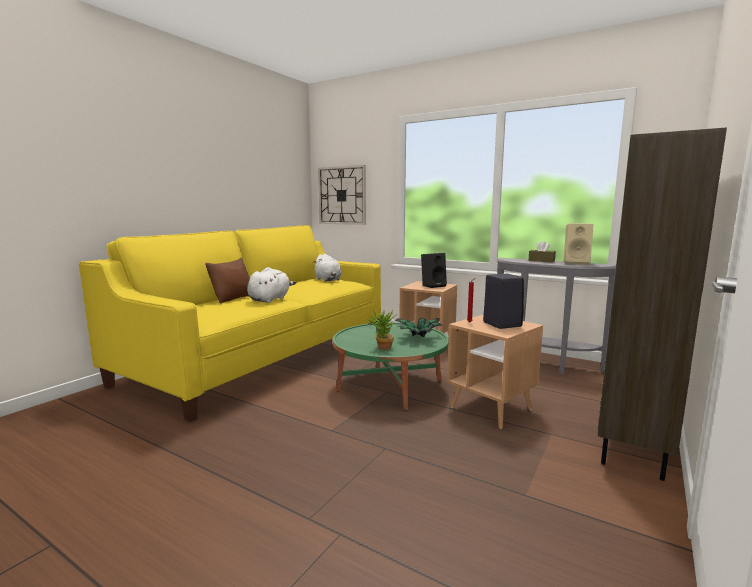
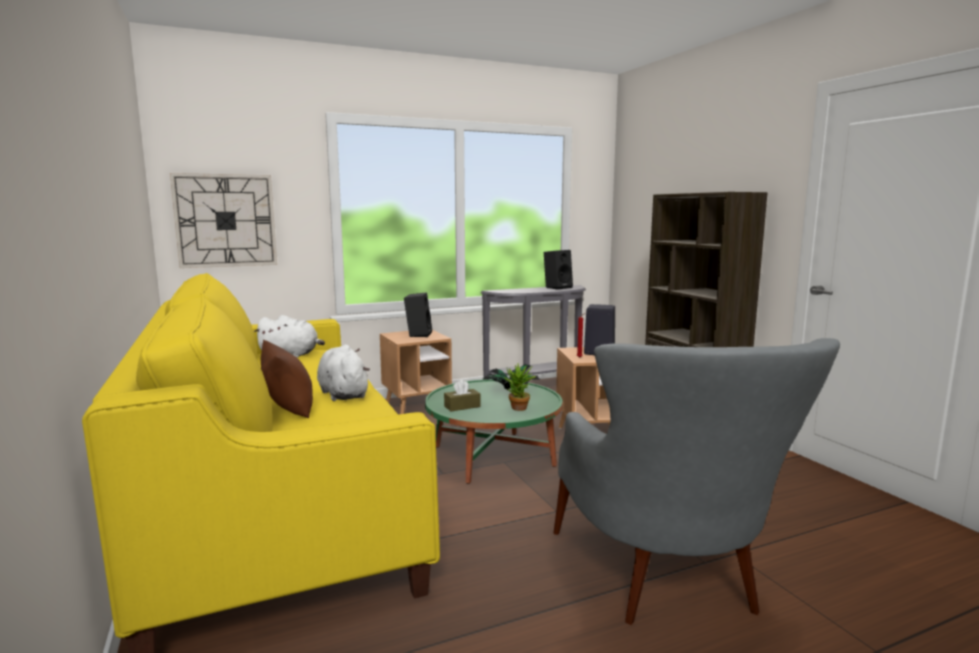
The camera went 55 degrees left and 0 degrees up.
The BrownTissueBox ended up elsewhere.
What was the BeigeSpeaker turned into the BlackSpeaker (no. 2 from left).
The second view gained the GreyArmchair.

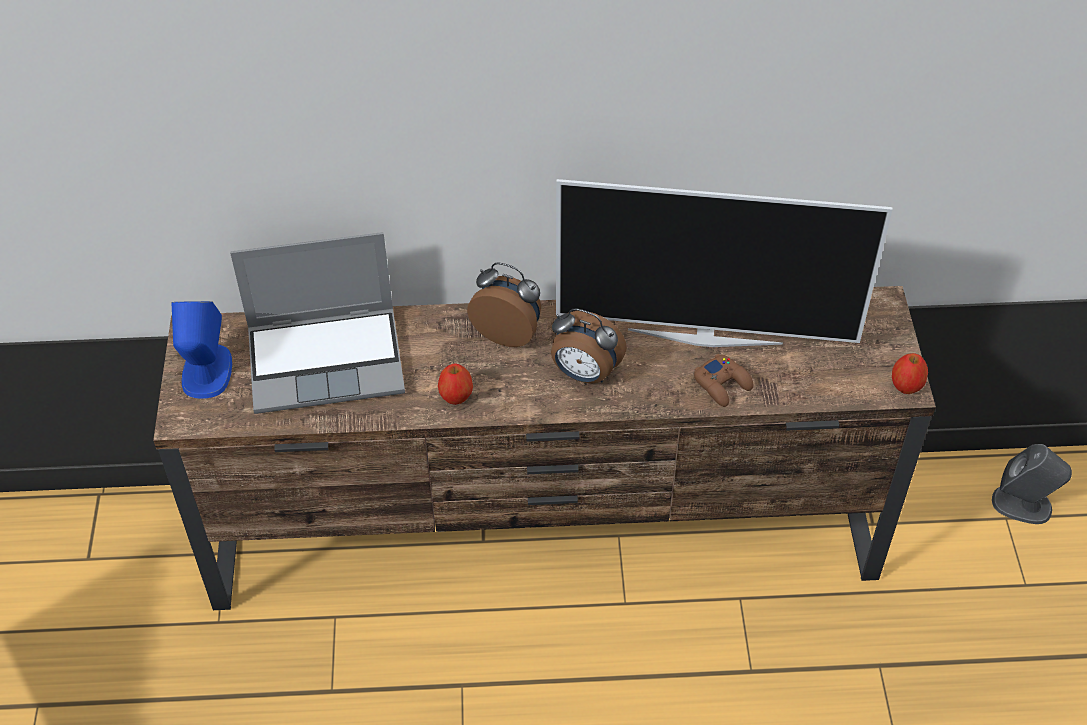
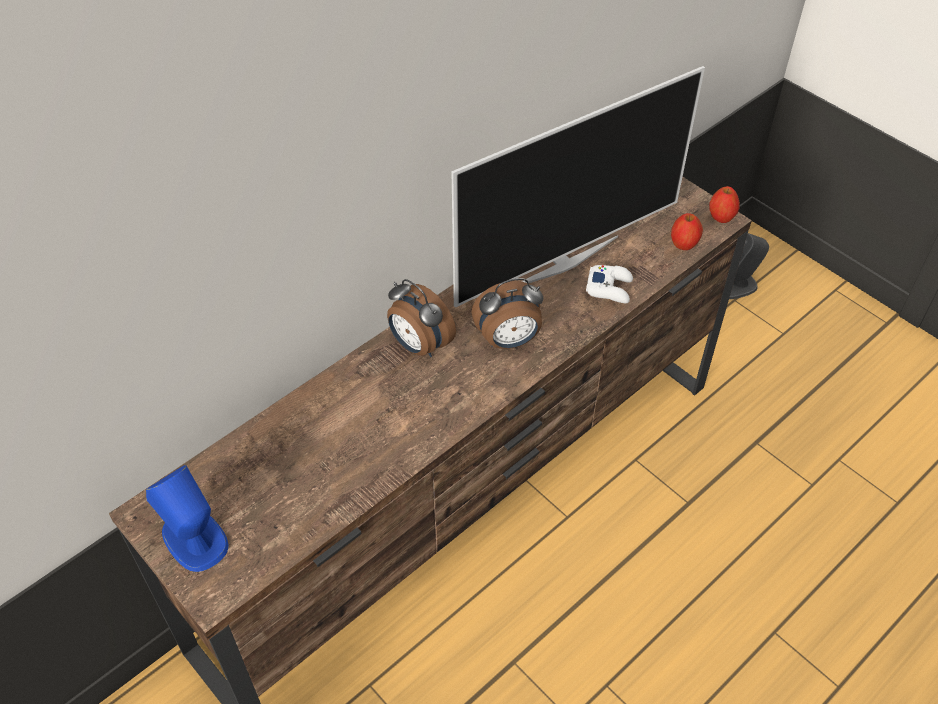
The camera went 40 degrees left and 0 degrees up.
The AlarmClock (no. 1 from left) ended up facing another way, 120 degrees counterclockwise from before.
What was the BrownGameController turned into the WhiteGameController.
The Apple (no. 1 from left) ended up elsewhere.
The second view lost the Laptop.

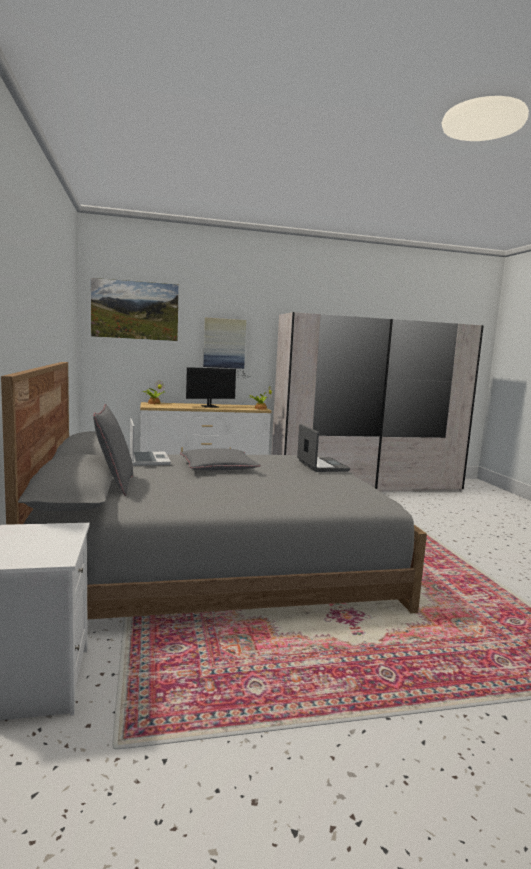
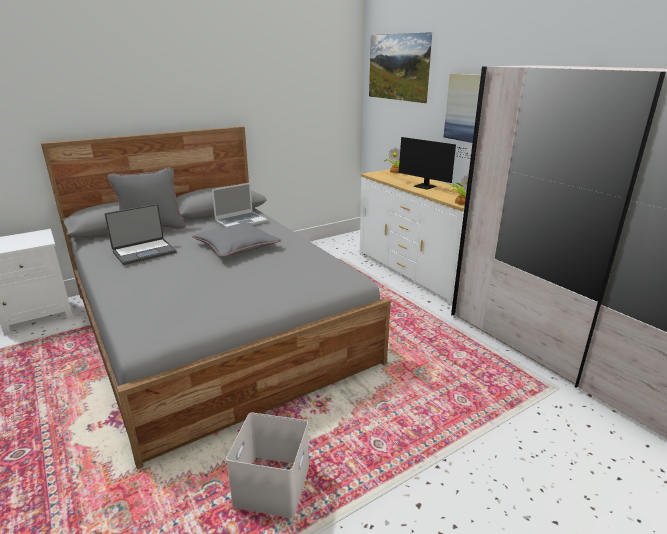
The camera went 70 degrees right and 15 degrees up.
The Laptop (no. 2 from left in the first image) ended up elsewhere.
The second view gained the WhiteStorageBox.

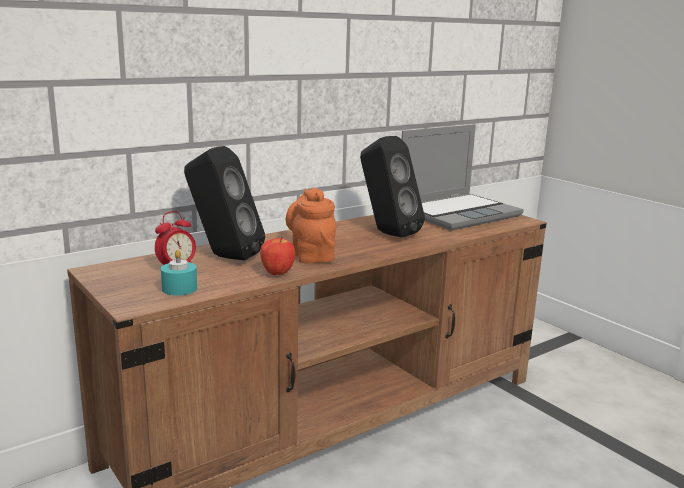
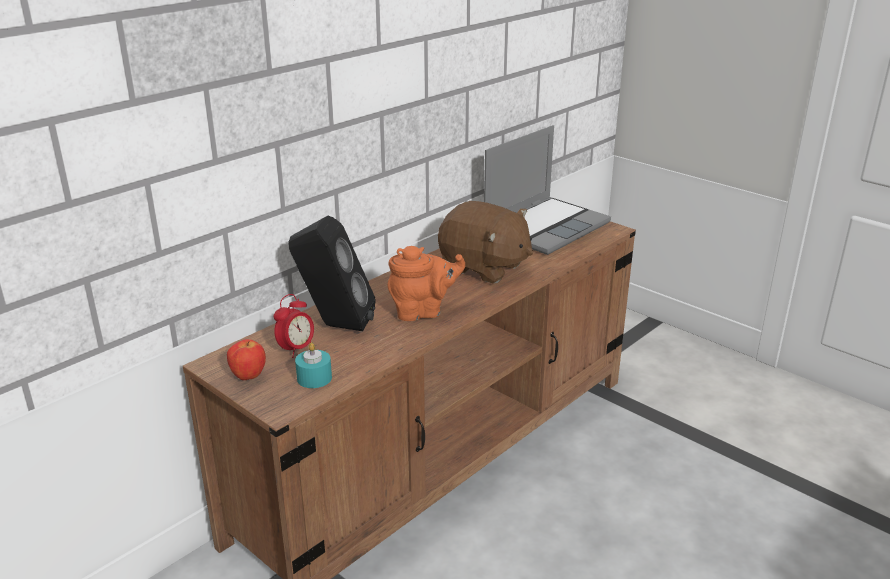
The camera went 10 degrees left and 10 degrees up.
The Apple ended up elsewhere.
The OrangeTeapot ended up facing another way, 105 degrees clockwise from before.
Where the BlackSpeaker (no. 2 from left) stood, the BrownPlushToy came to stand.

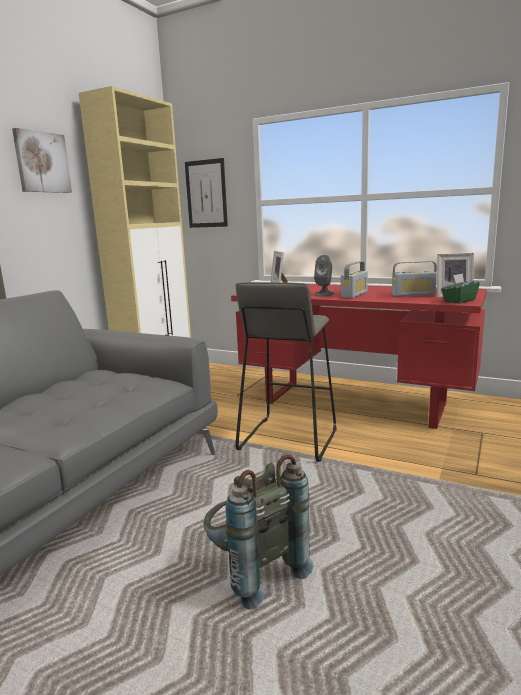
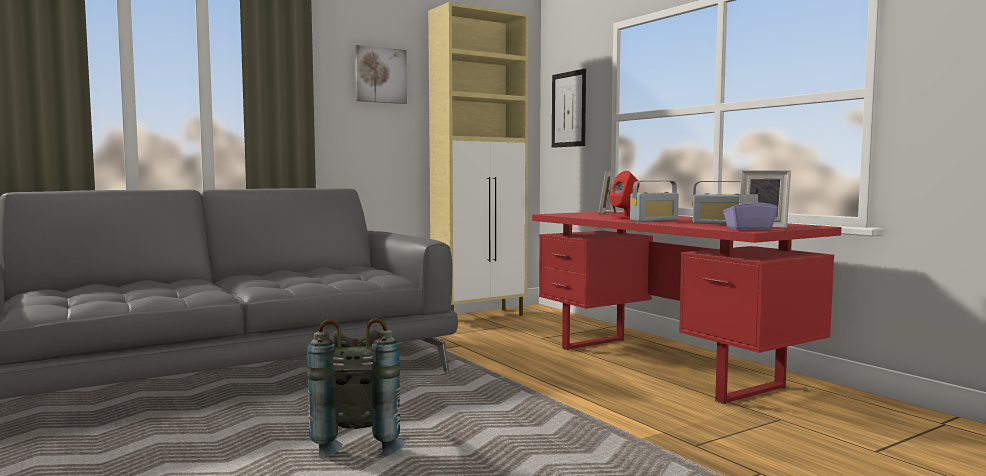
The camera went 30 degrees right and 10 degrees down.
What was the GreySpeaker turned into the RedSpeaker.
What was the GreenTissueBox turned into the PurpleTissueBox.
The second view lost the GreyStool.

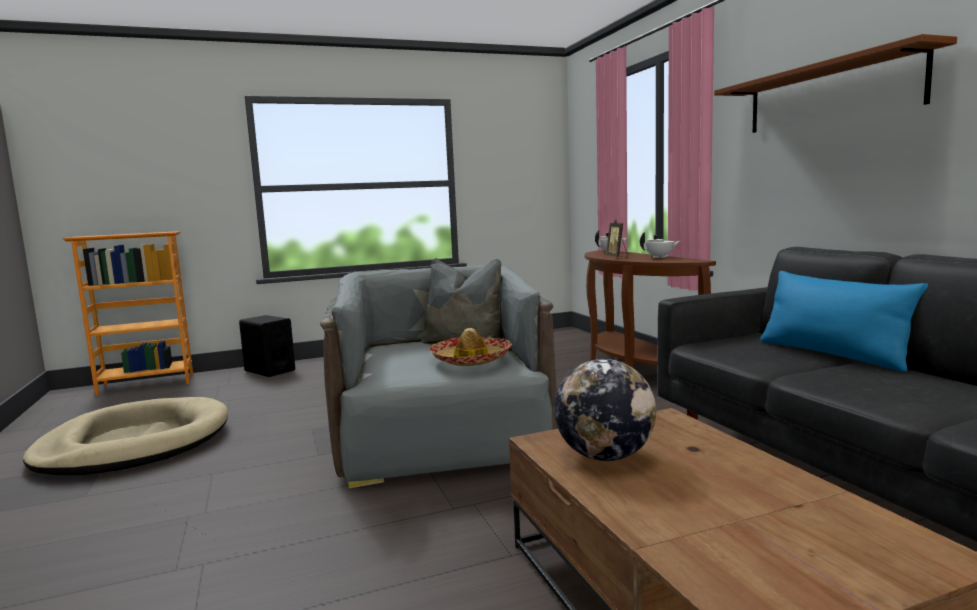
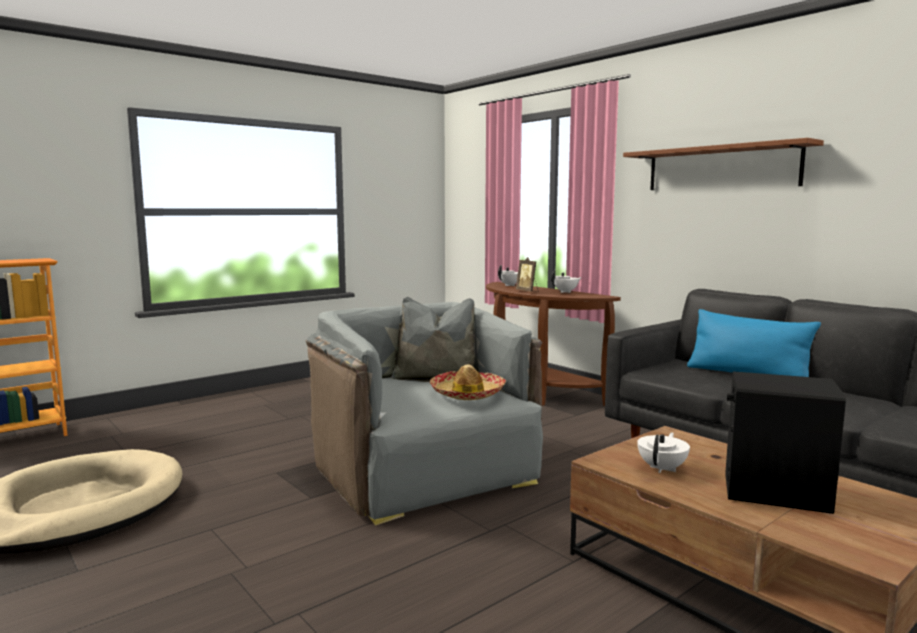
The camera went 20 degrees left and 0 degrees up.
Where the Globe stood, the WhiteTeapot (no. 3 from left) came to stand.
The BlackSpeaker ended up elsewhere.

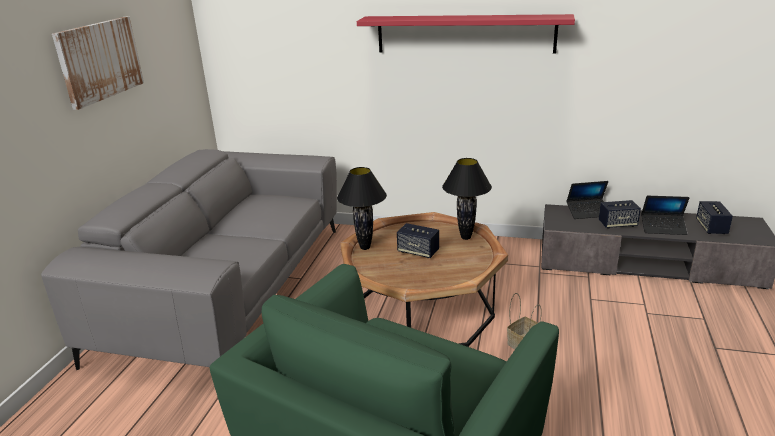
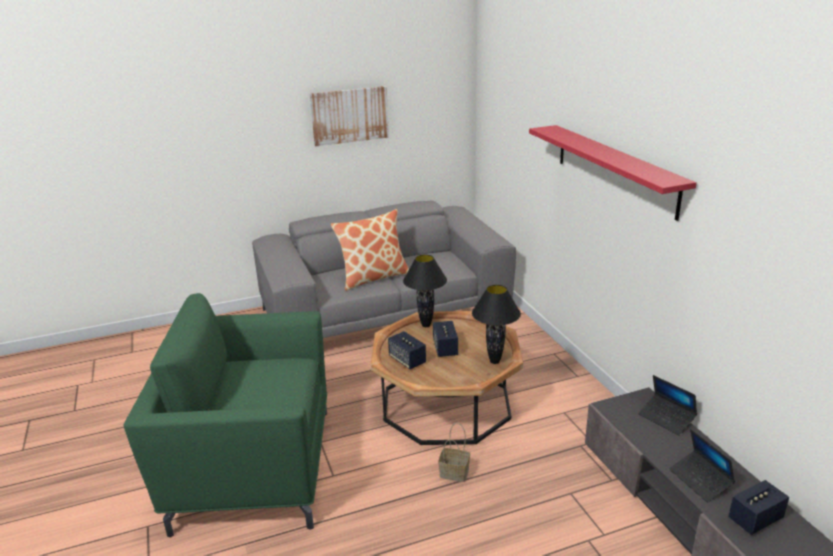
The camera went 55 degrees right and 0 degrees up.
The second view gained the Pillow.
The Speaker (no. 2 from left in the first image) ended up elsewhere.

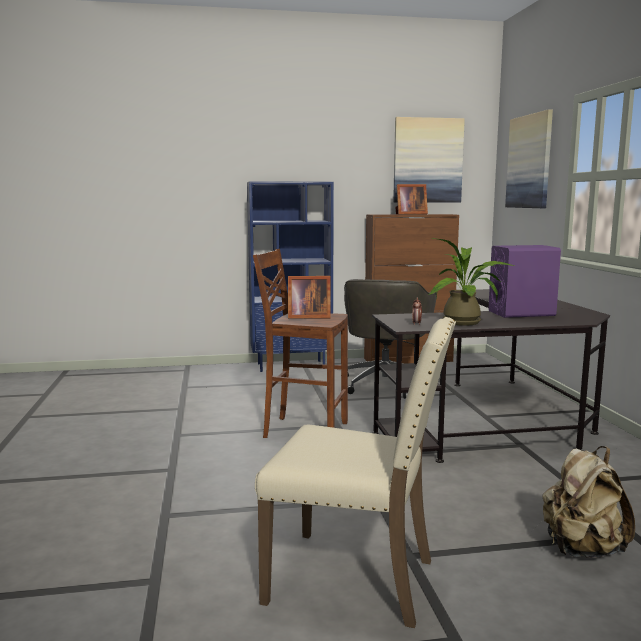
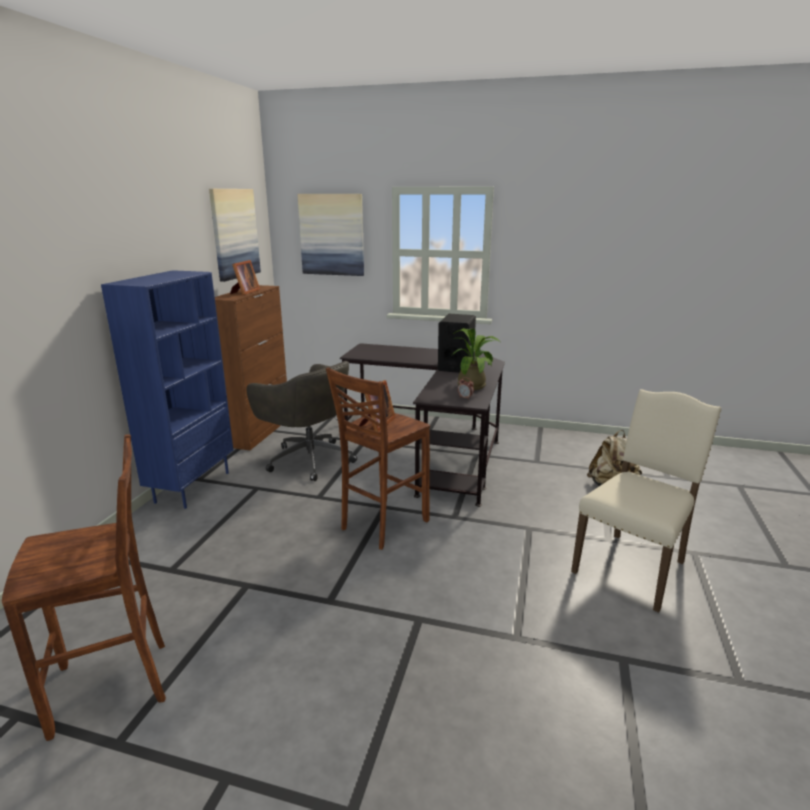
The camera went 65 degrees left and 10 degrees up.
The second view gained the BrownStool (no. 1 from left).
What was the PurpleSpeaker turned into the BlackSpeaker.

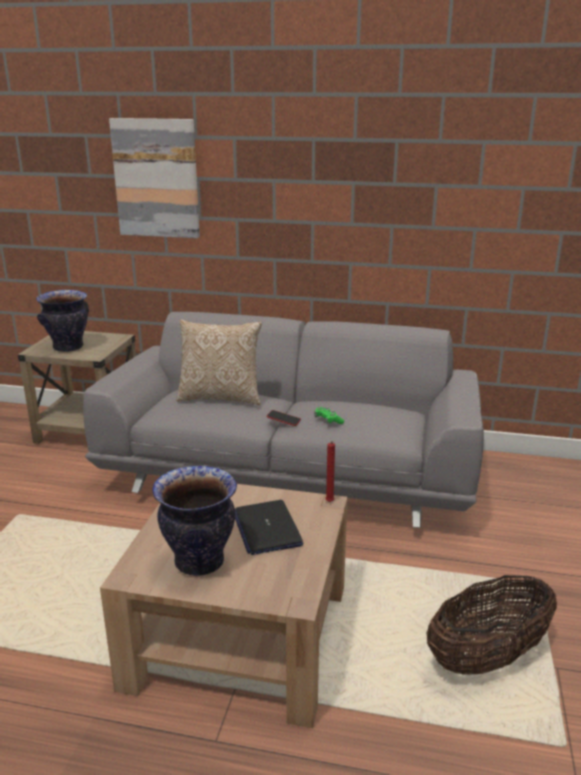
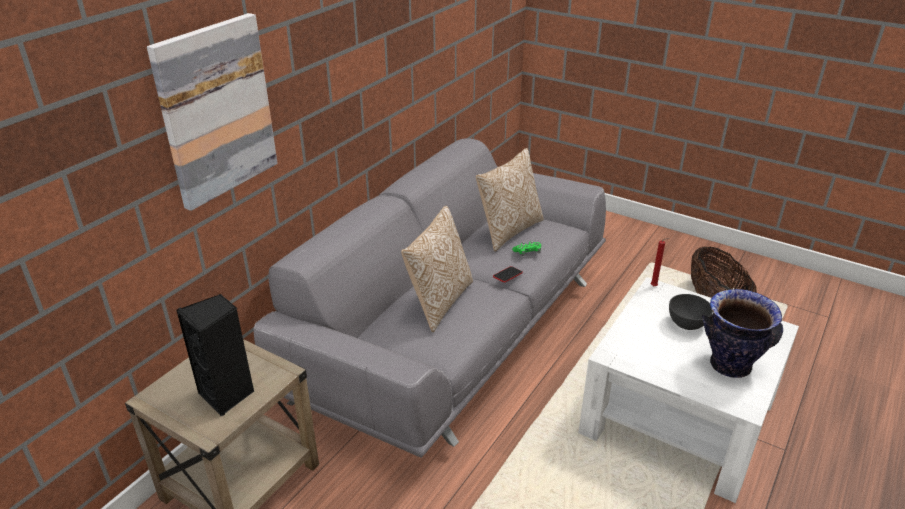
The camera went 70 degrees left and 10 degrees up.
Where the Vase (no. 1 from left) stood, the BlackSpeaker came to stand.
The second view gained the Pillow (no. 2 from left).
What was the BrownCoffeeTable turned into the WhiteCoffeeTable.
Where the Laptop stood, the GreyBowl came to stand.

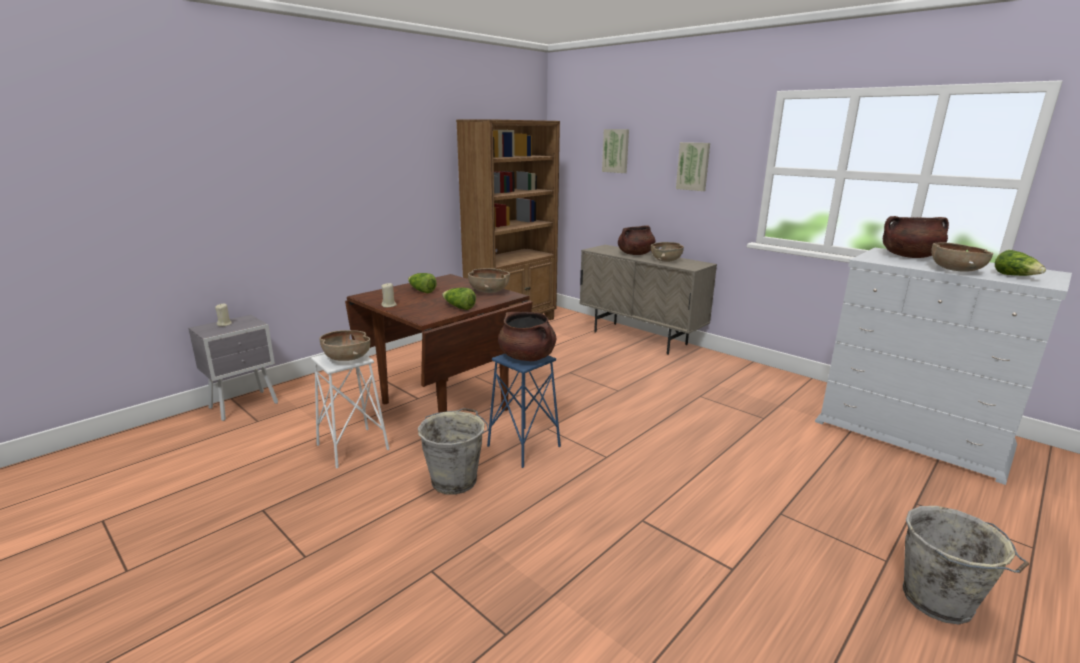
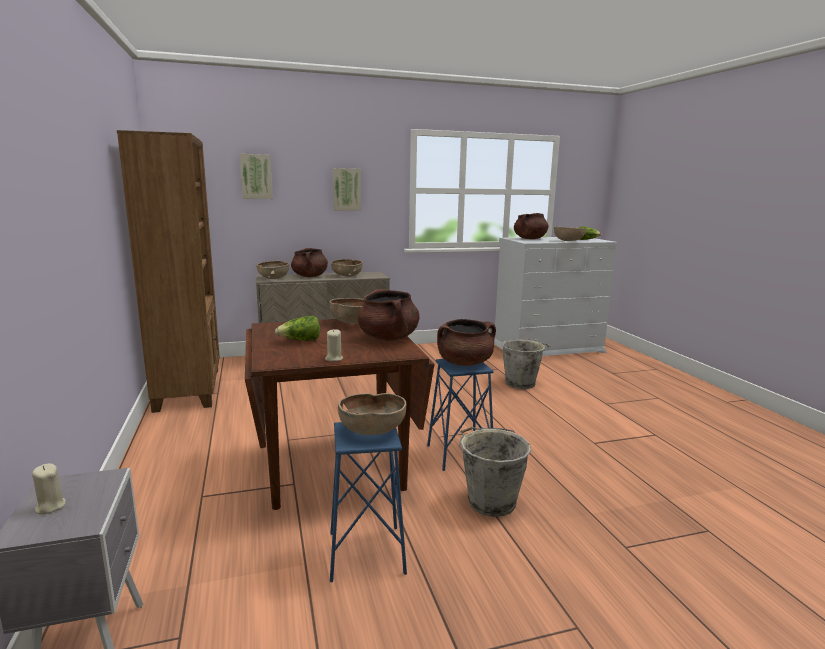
The camera went 60 degrees left and 5 degrees down.
The second view gained the BrownBowl (no. 1 from left).
What was the WhiteStool turned into the BlueStool (no. 1 from left).
Where the Lettuce (no. 2 from left) stood, the BrownCookingPot (no. 2 from left) came to stand.
The GreyBucket (no. 2 from left) ended up elsewhere.

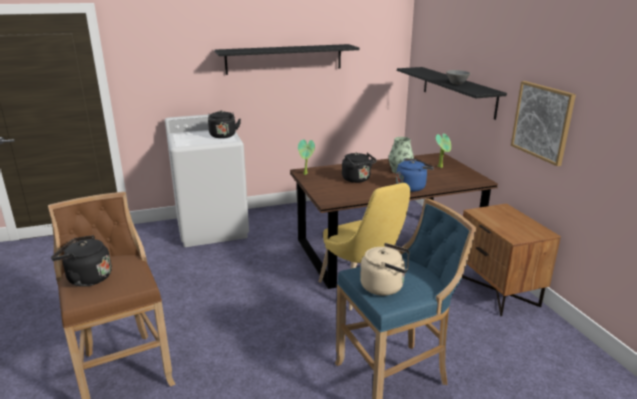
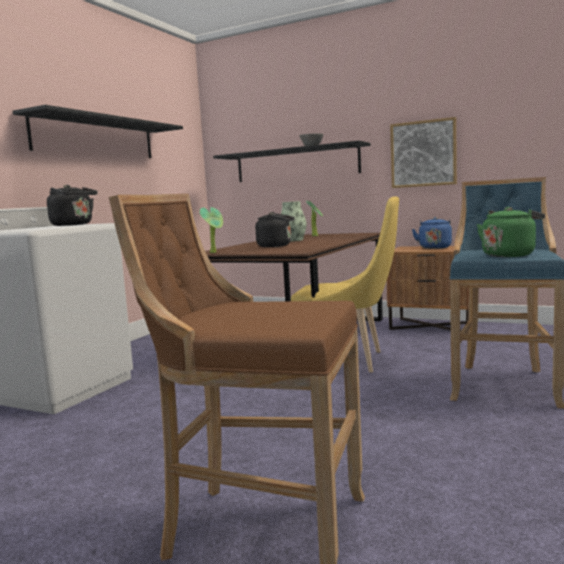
The camera went 45 degrees left and 15 degrees down.
The BlueKettle ended up elsewhere.
What was the BeigeKettle turned into the GreenKettle.
The second view lost the BlackKettle (no. 1 from left).

